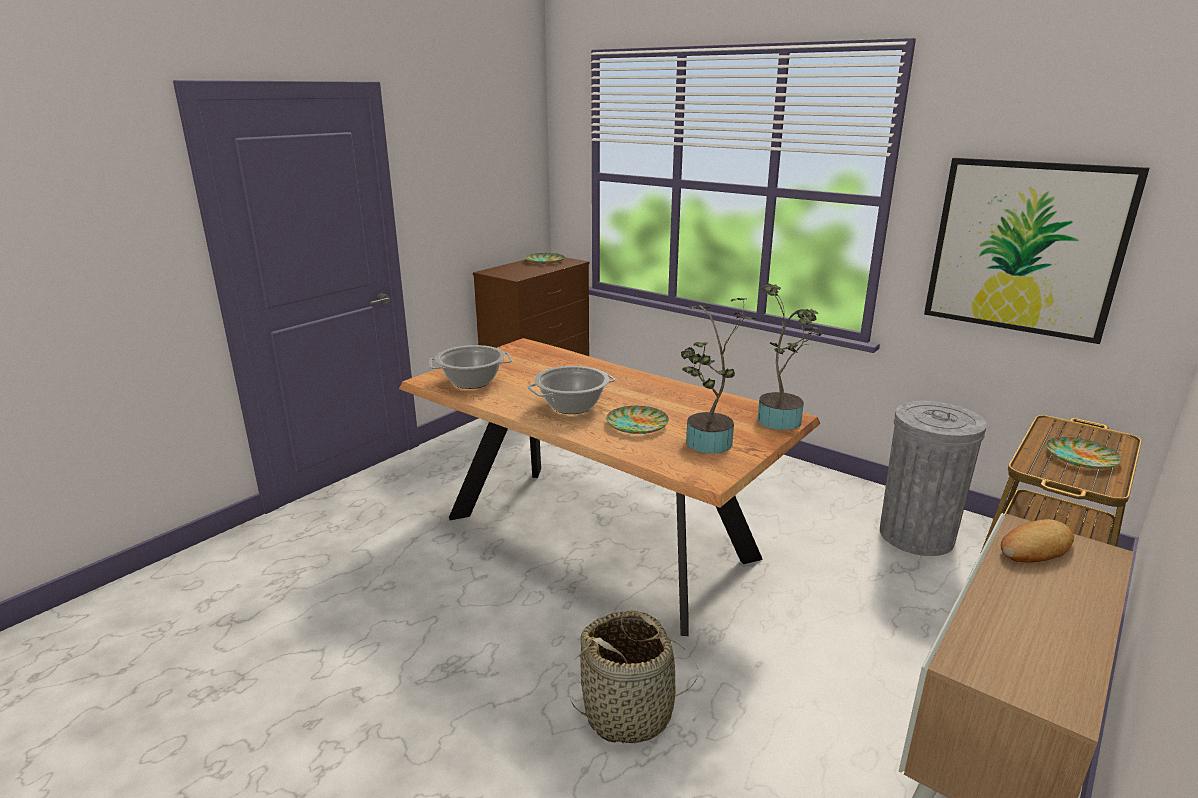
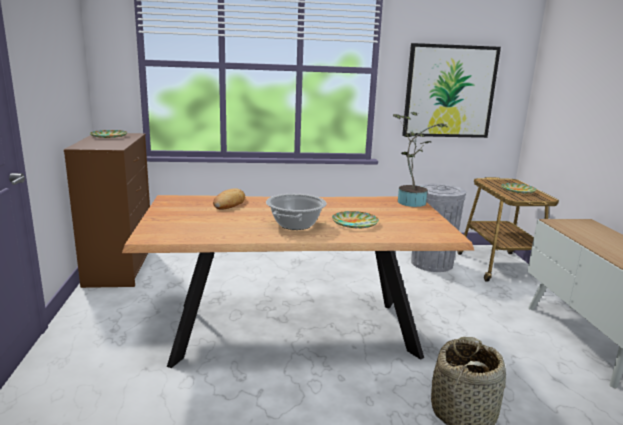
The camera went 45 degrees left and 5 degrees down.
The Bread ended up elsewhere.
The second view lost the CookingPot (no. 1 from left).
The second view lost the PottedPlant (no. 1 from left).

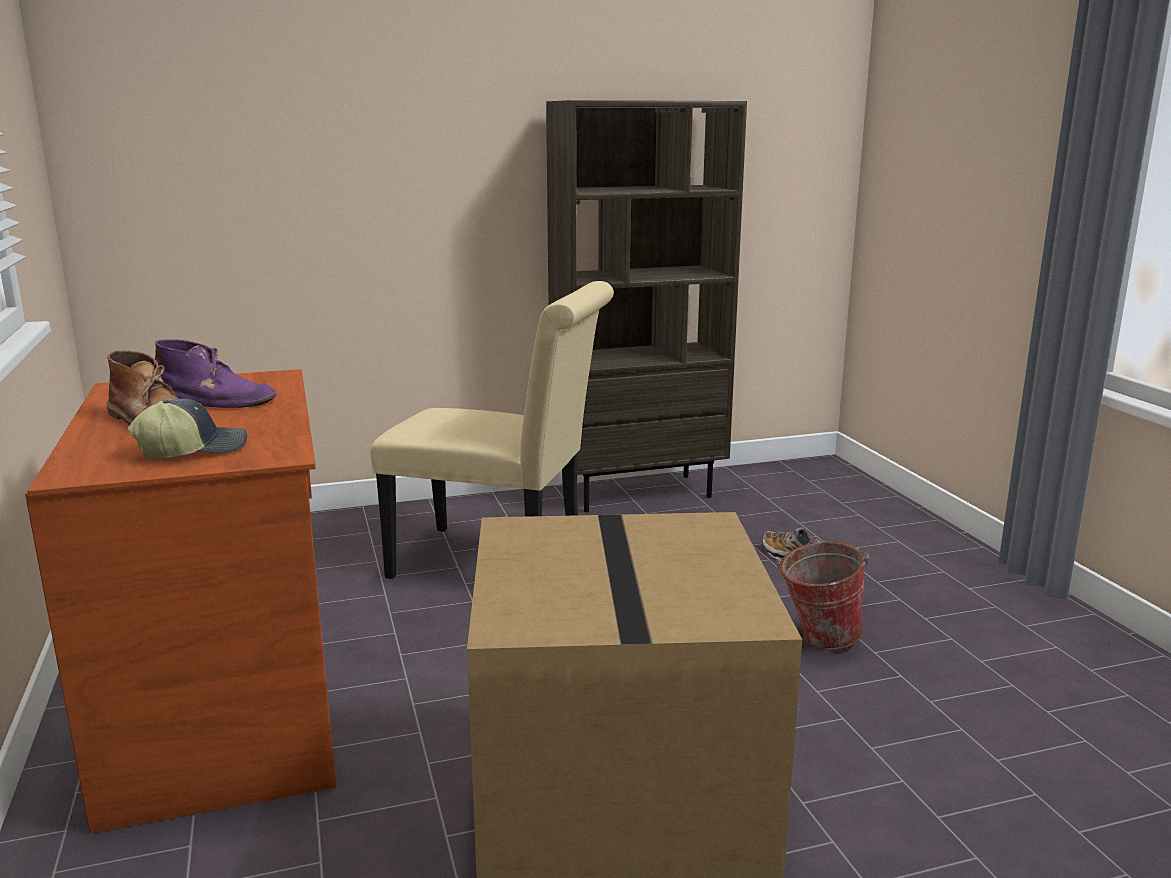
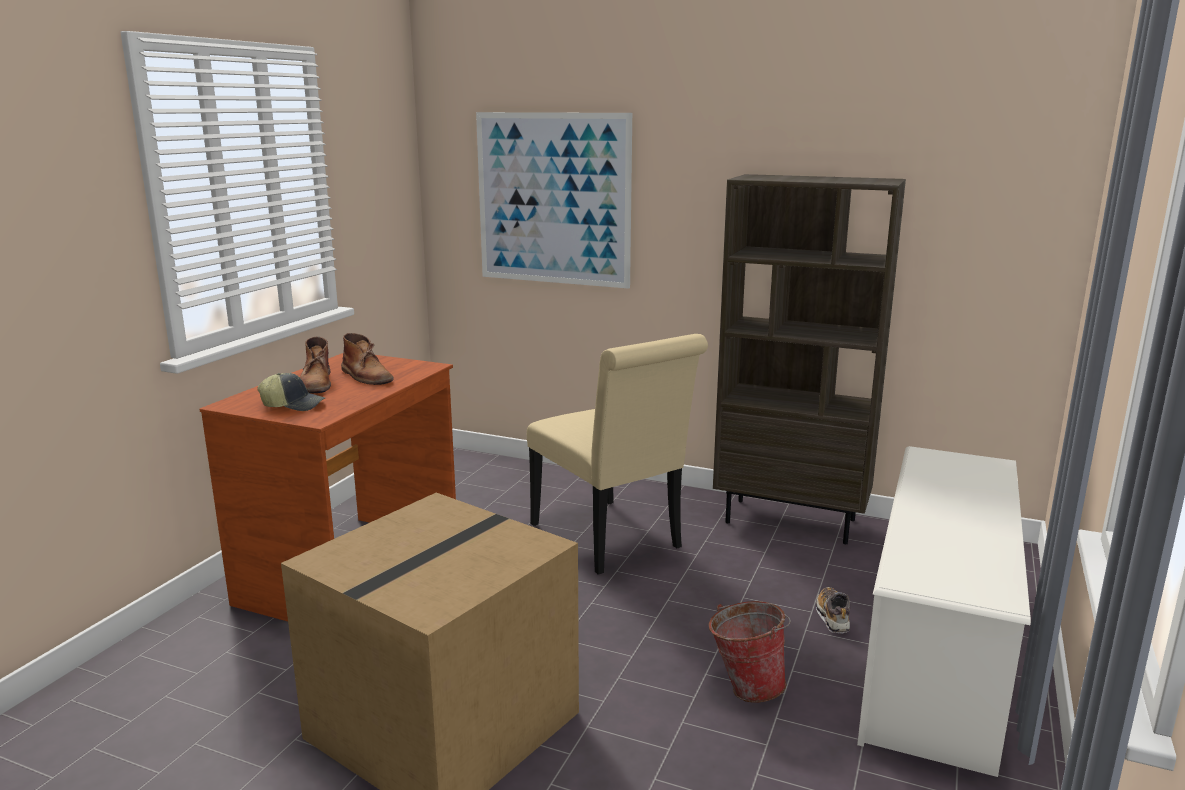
The camera went 40 degrees right and 0 degrees up.
What was the PurpleBoot turned into the BrownBoot (no. 2 from left).
The second view gained the Picture.
The second view gained the WhiteShoeRack.

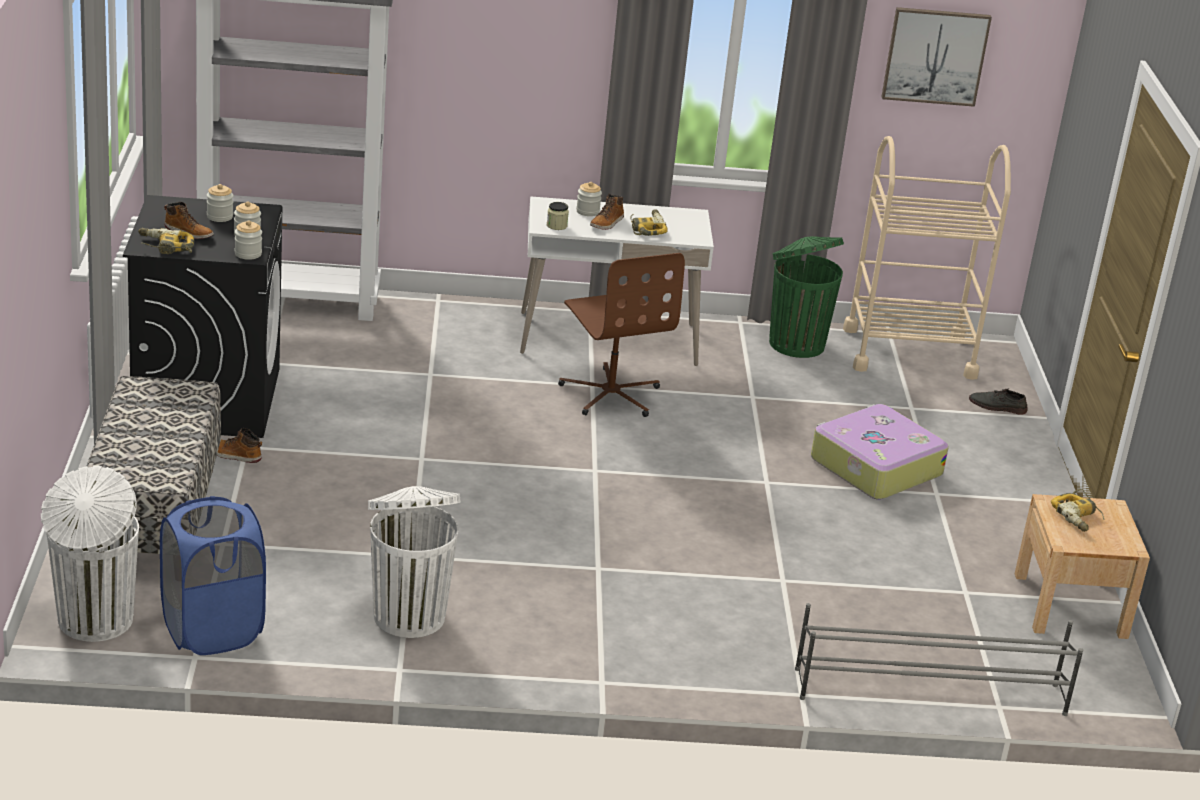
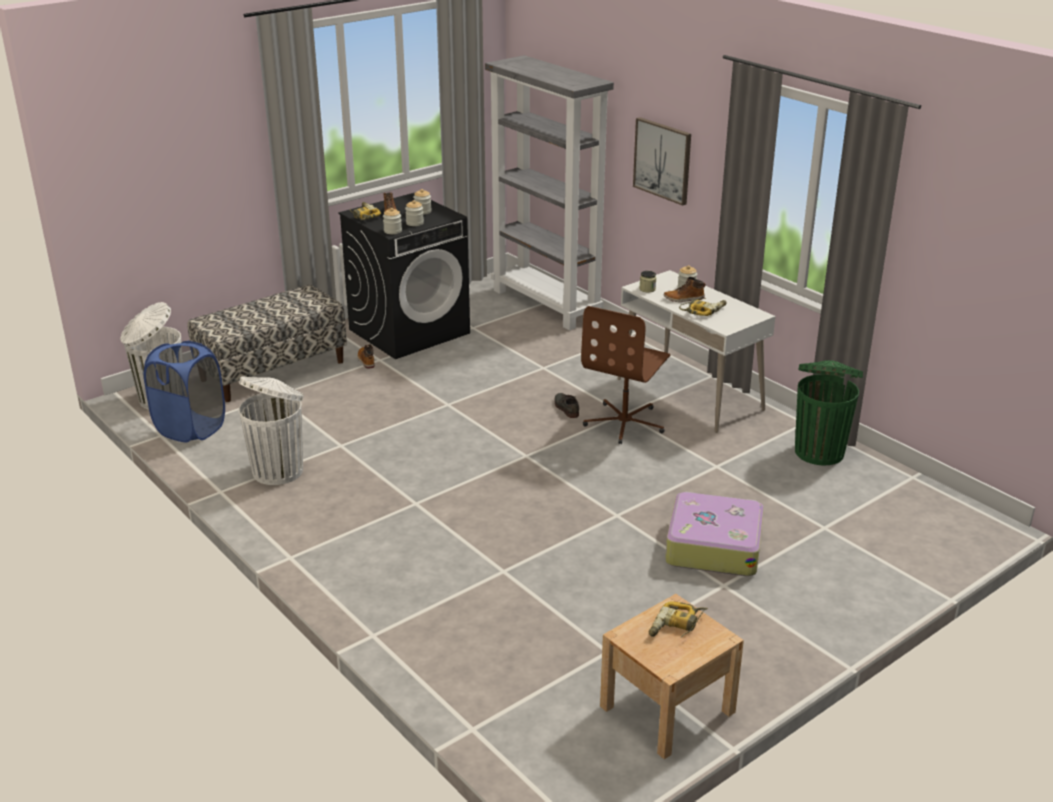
The camera went 55 degrees right and 0 degrees up.
The GreyShoe ended up elsewhere.
The Picture ended up elsewhere.
The second view lost the GreyShoeRack.
The second view lost the BeigeCart.

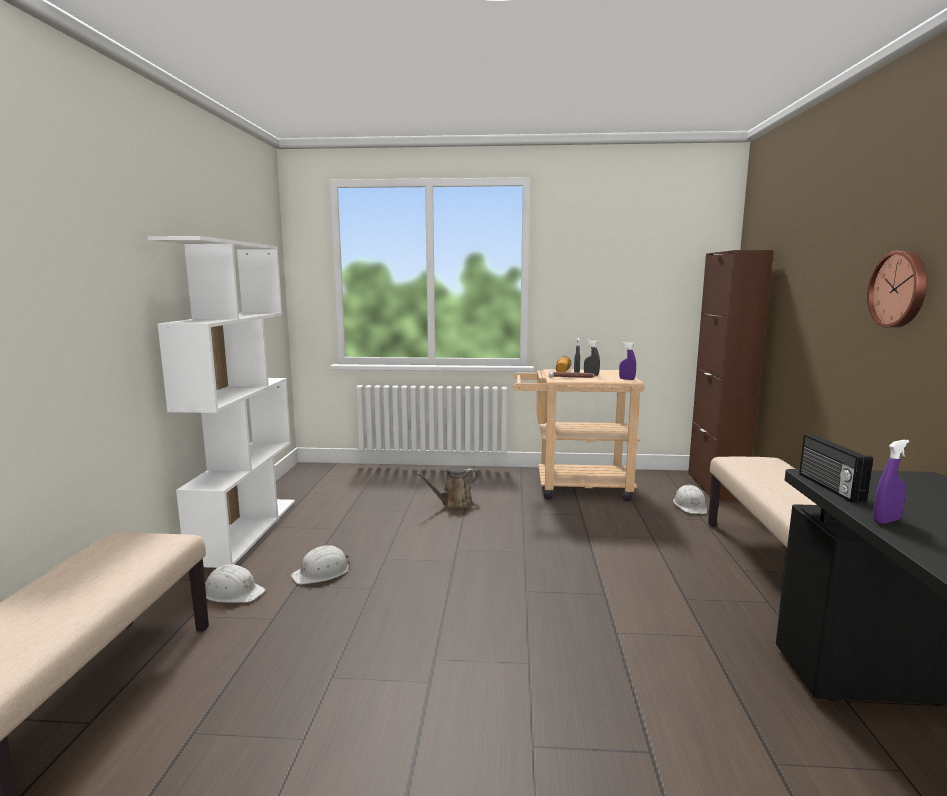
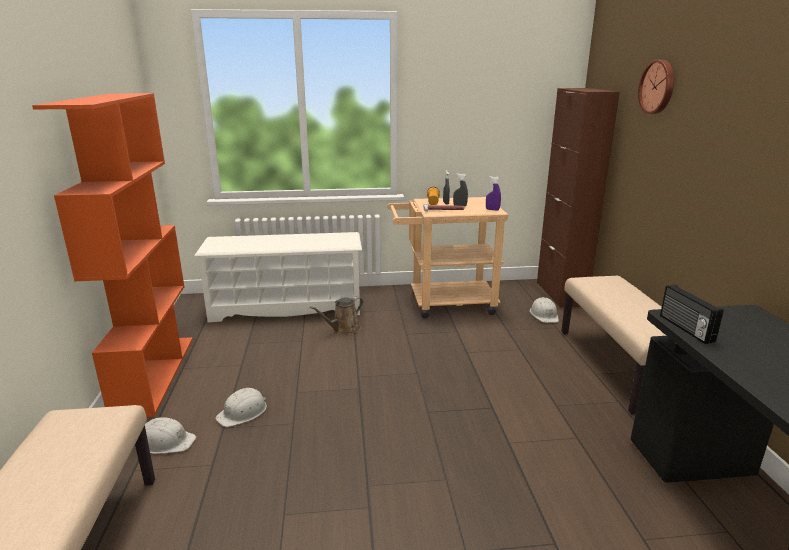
The camera went 10 degrees left and 10 degrees up.
What was the WhiteBookcase turned into the OrangeBookcase.
The second view gained the WhiteShoeRack.
The WallClock ended up elsewhere.
The second view lost the PurpleSprayBottle (no. 2 from left).

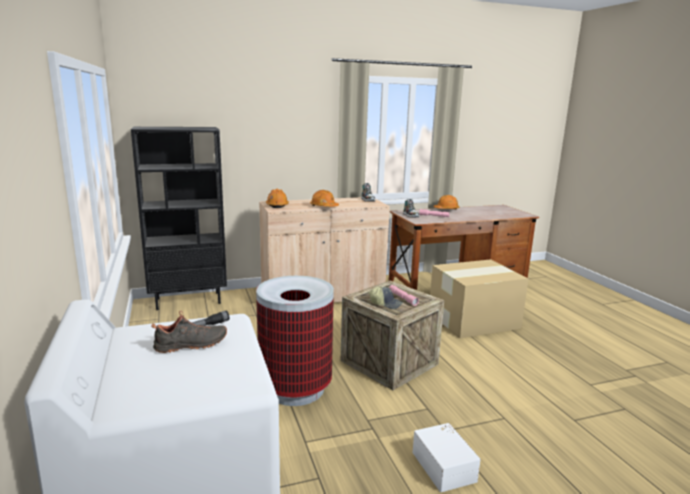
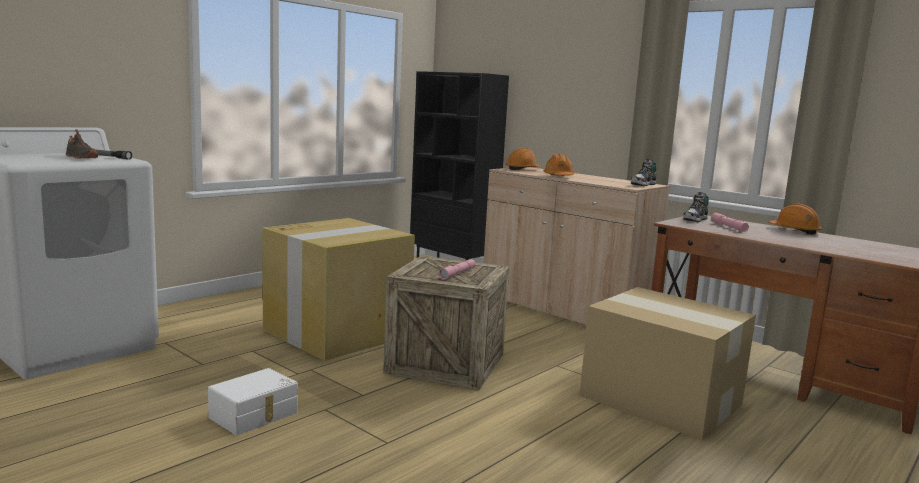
The camera went 60 degrees right and 5 degrees down.
Where the TrashCan stood, the CardboardBox (no. 1 from left) came to stand.
The second view lost the Cap.

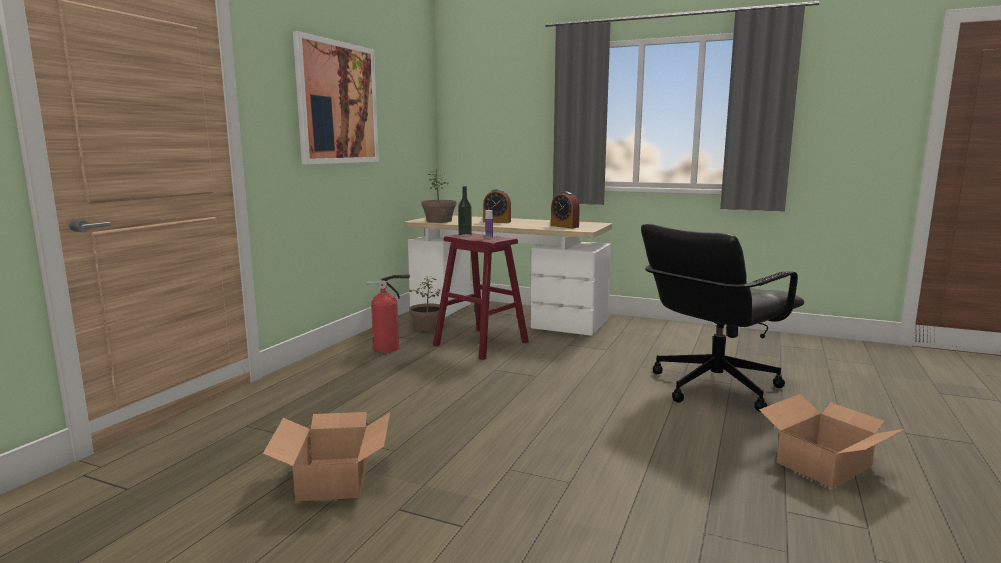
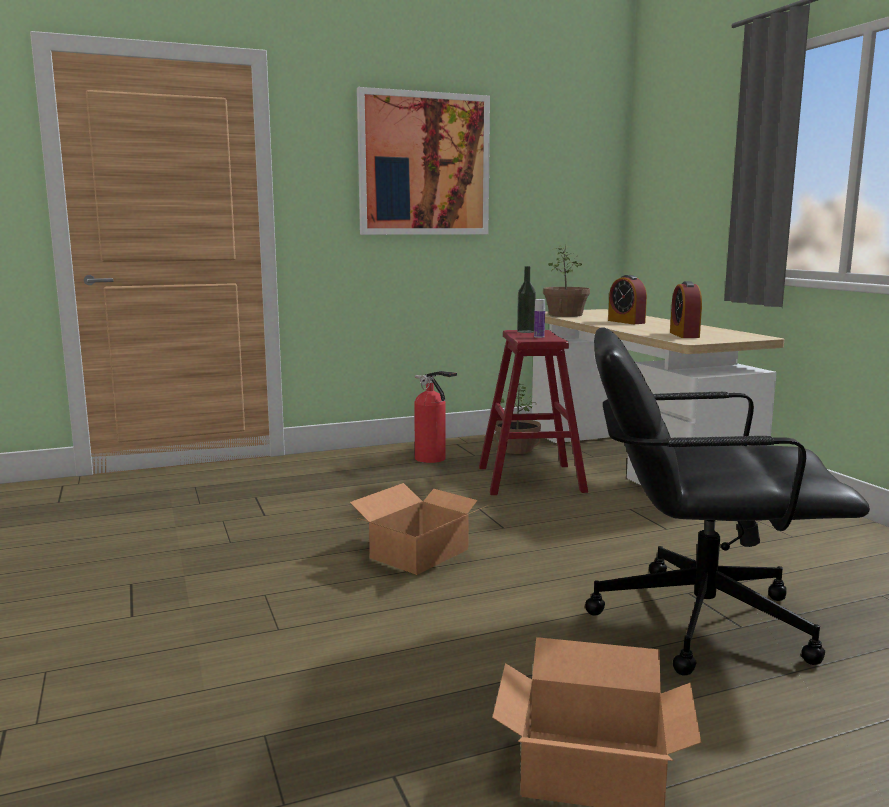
The camera went 45 degrees right and 0 degrees up.
The CardboardBox (no. 1 from left) ended up elsewhere.

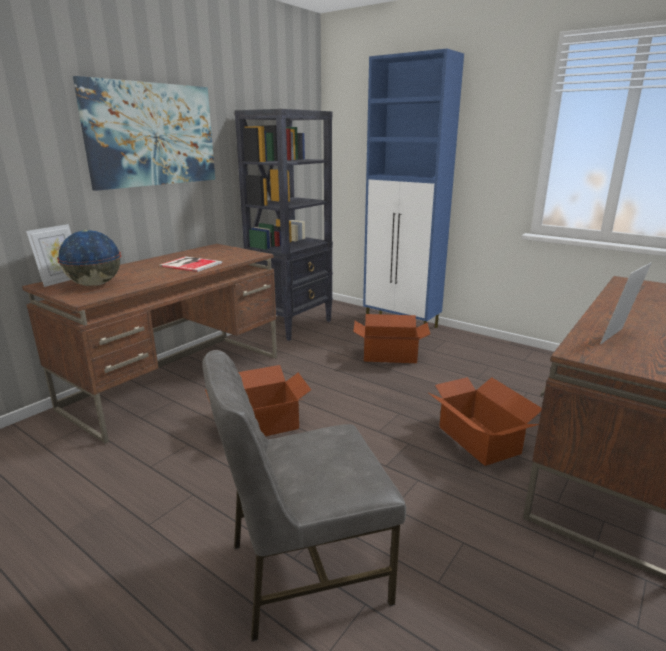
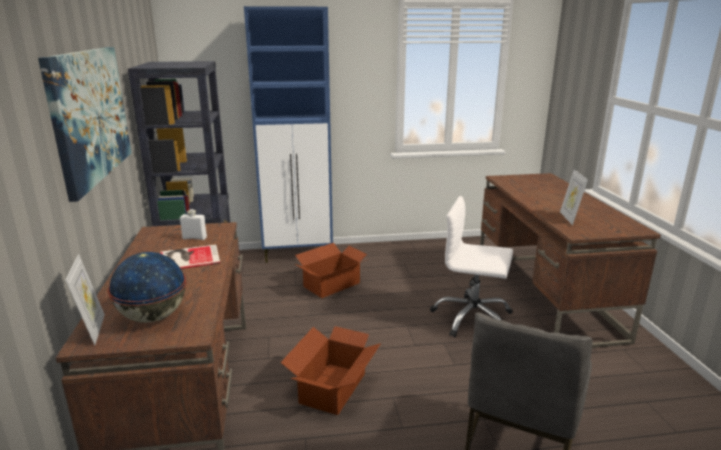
The camera went 45 degrees left and 0 degrees up.
The second view gained the WhiteBottle.
Where the CardboardBox (no. 3 from left) stood, the WhiteOfficeChair came to stand.

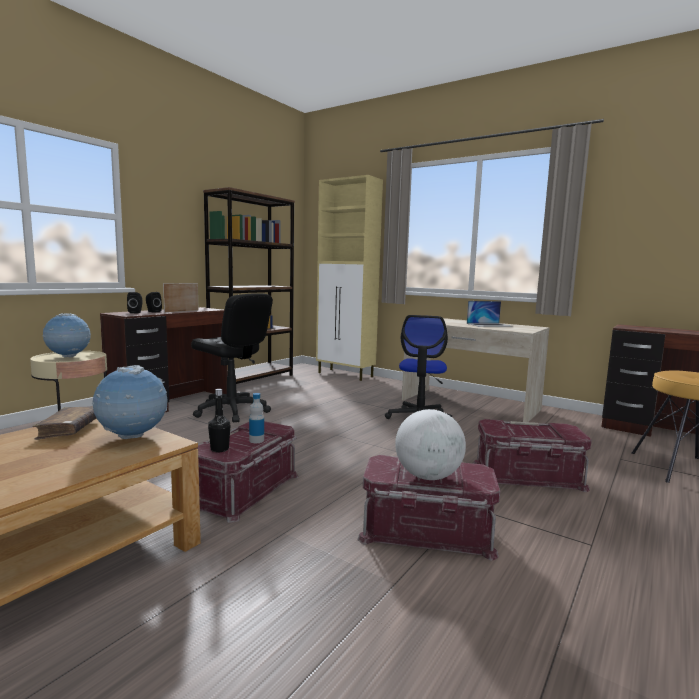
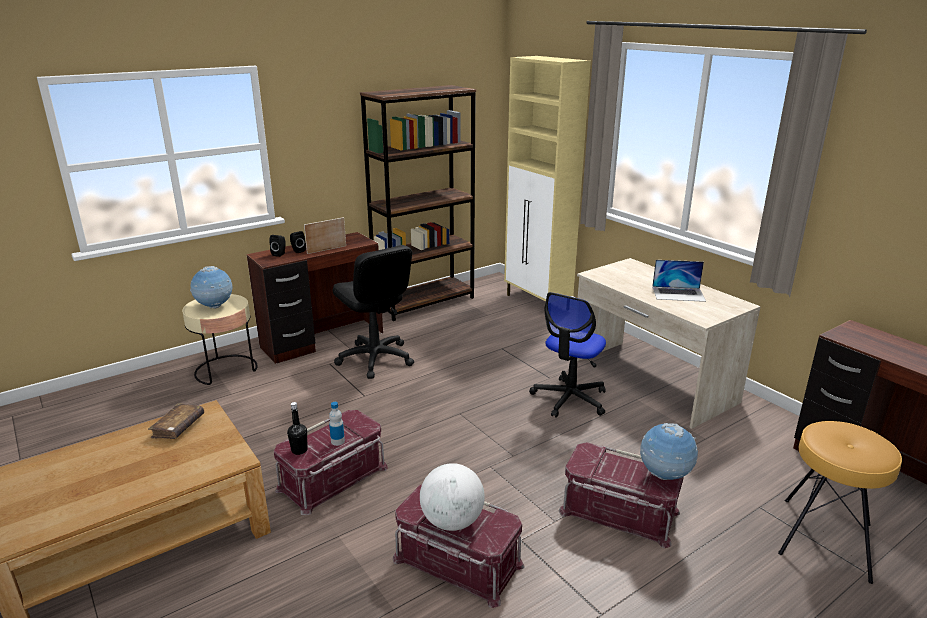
The camera went 20 degrees right and 15 degrees up.
The Globe (no. 2 from left in the first image) ended up elsewhere.

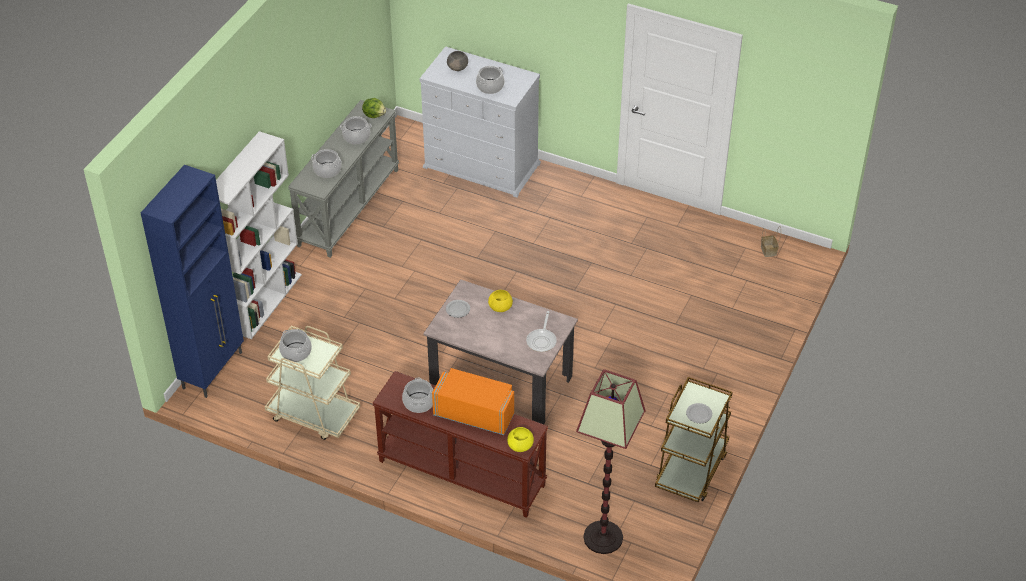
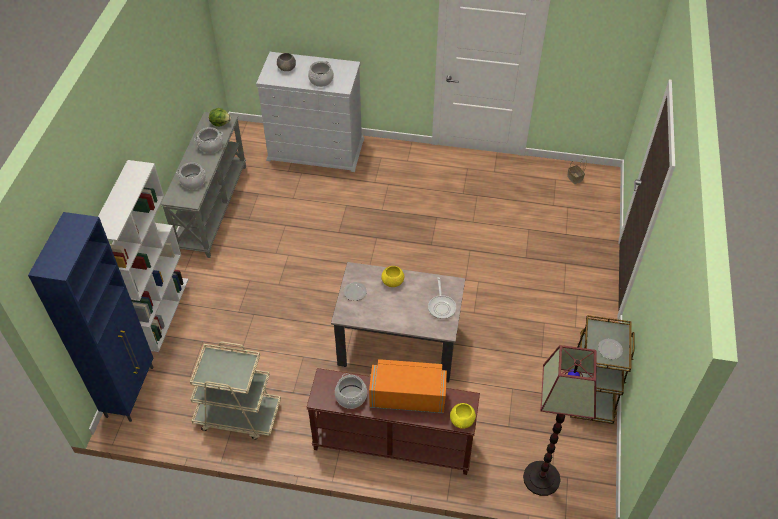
The camera went 15 degrees left and 5 degrees up.
The second view lost the CookingPot (no. 1 from left).

